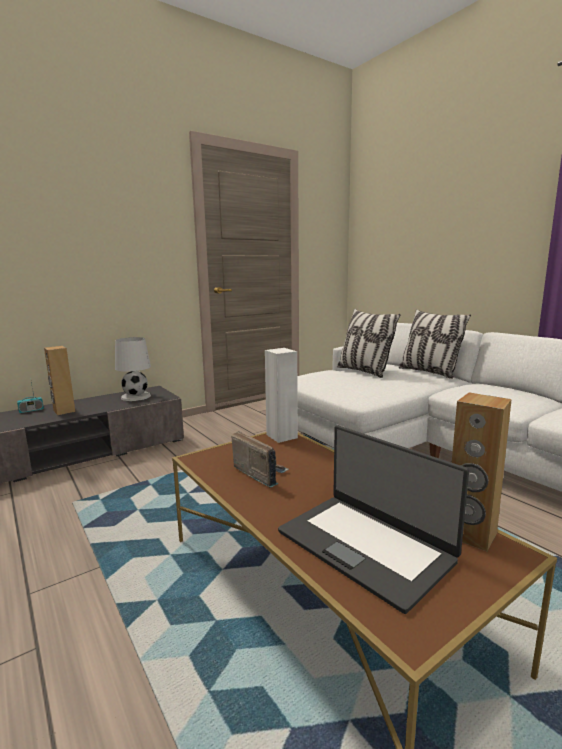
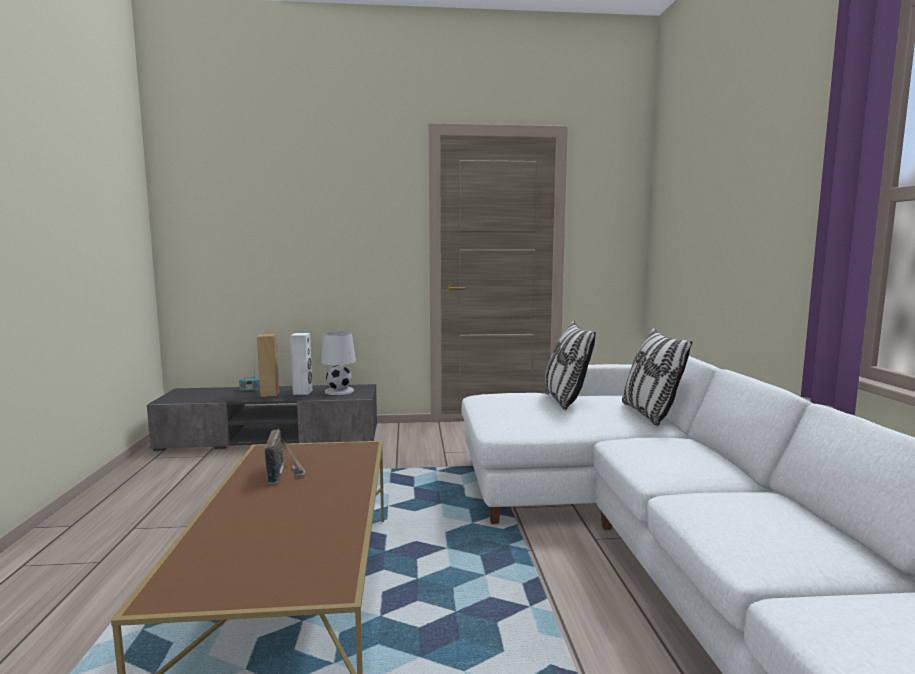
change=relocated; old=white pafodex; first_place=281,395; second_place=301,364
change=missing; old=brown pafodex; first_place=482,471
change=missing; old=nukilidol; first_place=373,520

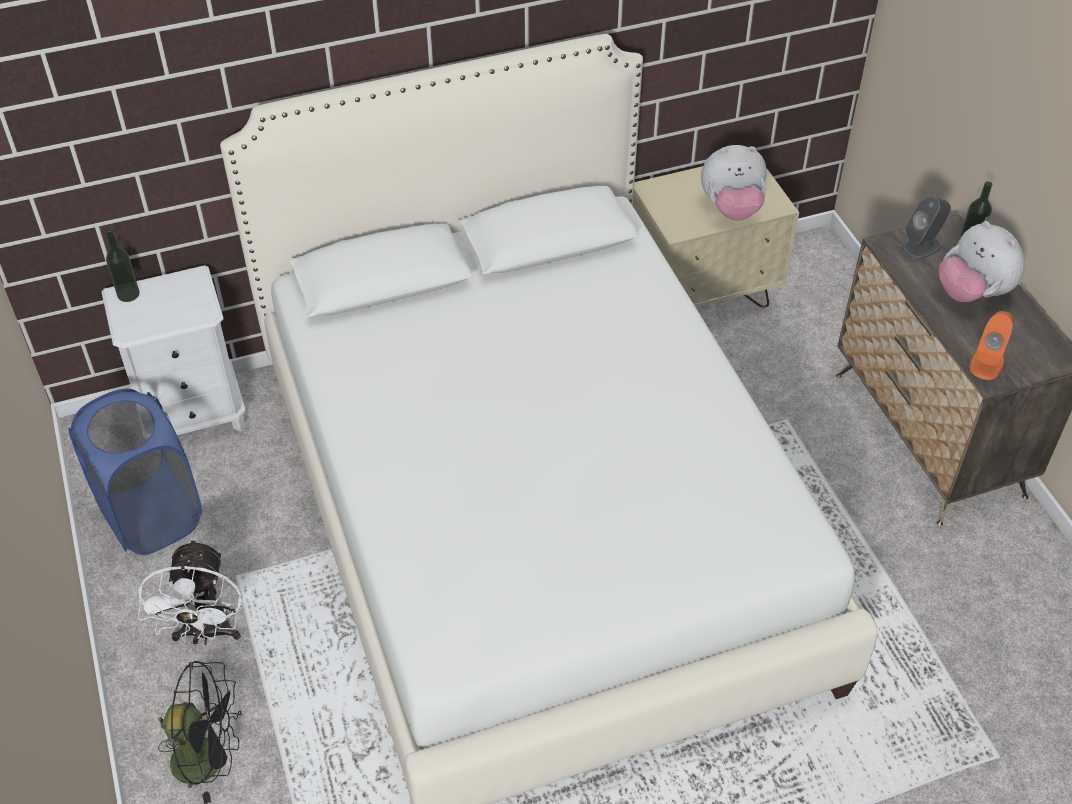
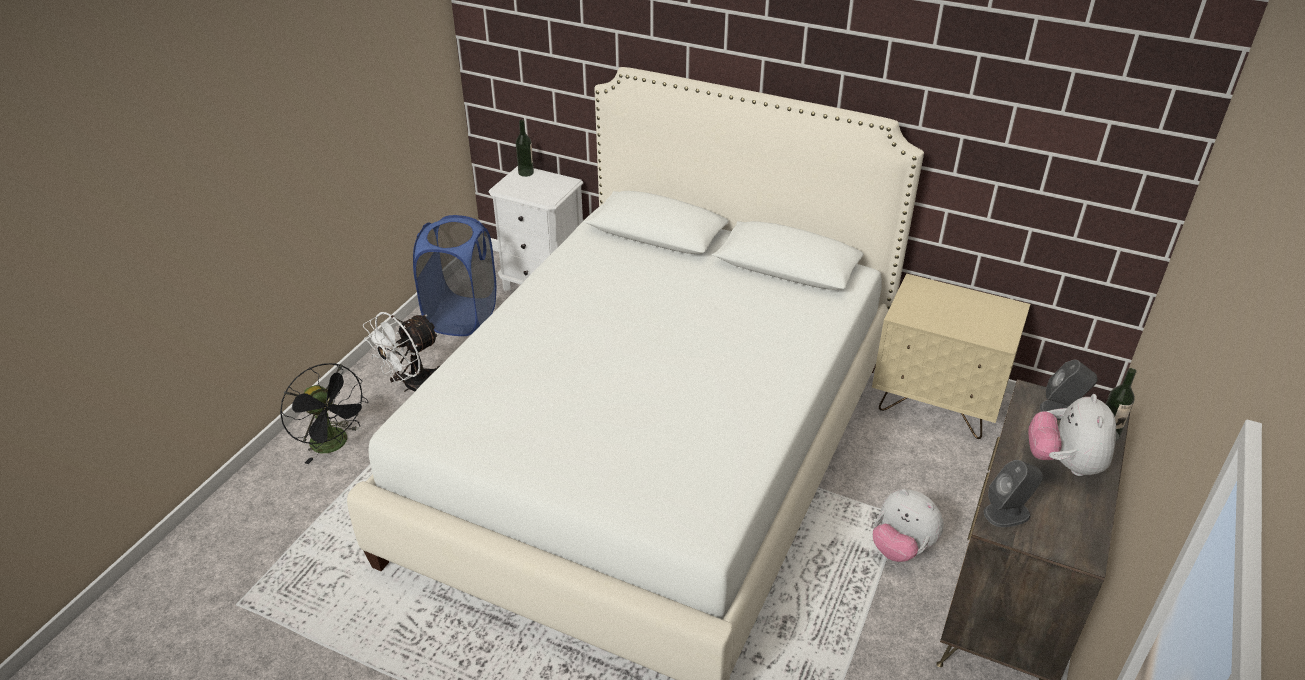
change=relocated; old=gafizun; first_place=734,183; second_place=908,525
change=colour; old=orange pafodex; new=grey pafodex; first_place=992,345; second_place=1013,493

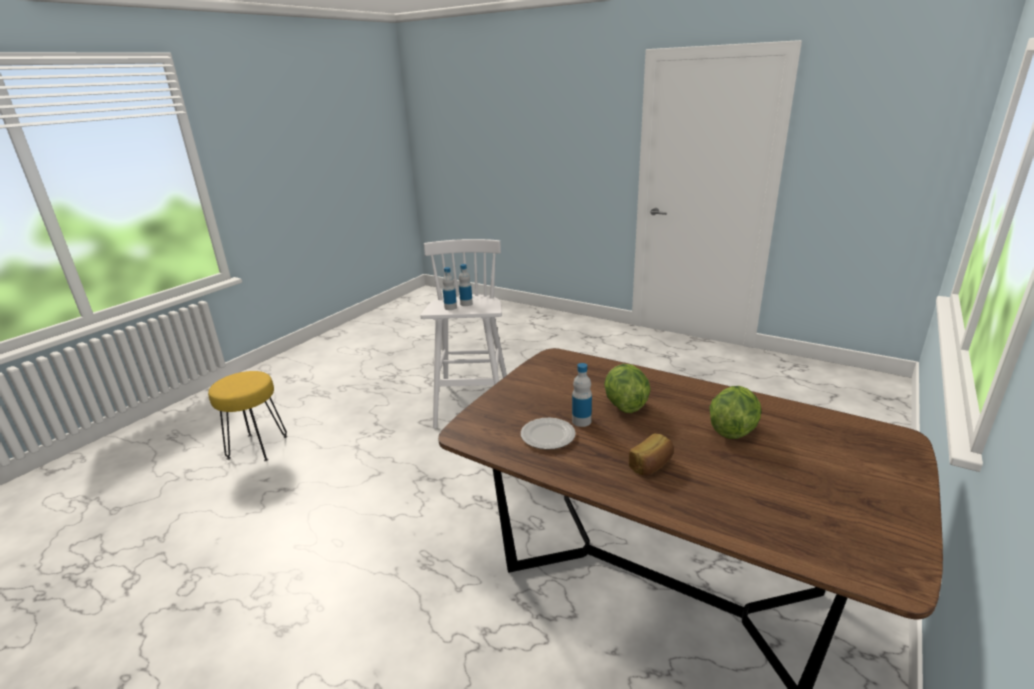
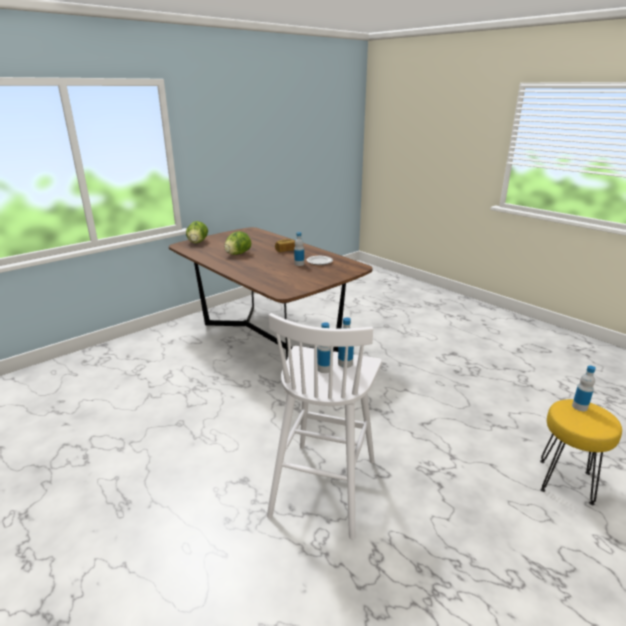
change=relocated; old=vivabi; first_place=627,388; second_place=197,232
change=appeared; new=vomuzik; second_place=584,388

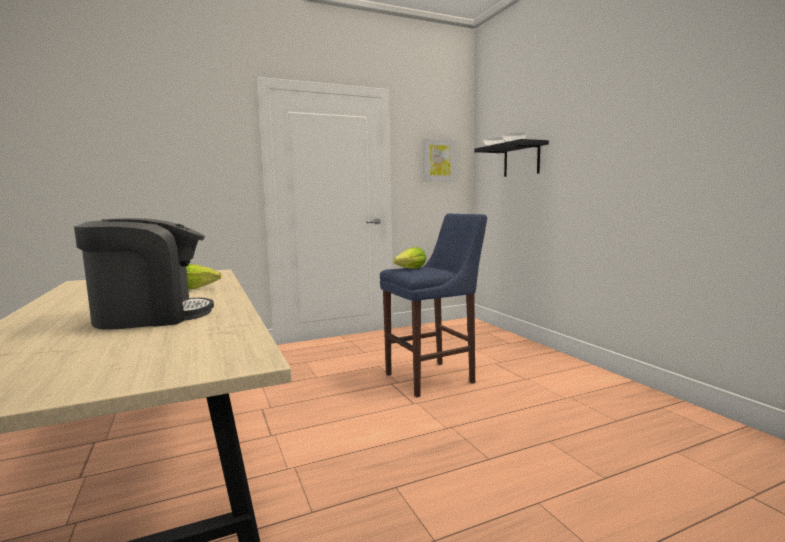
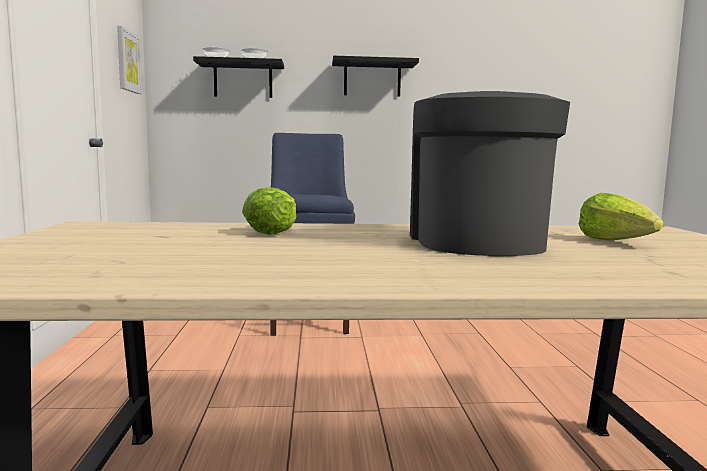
change=relocated; old=vivabi; first_place=409,258; second_place=621,217
change=appeared; new=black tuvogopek; second_place=375,76

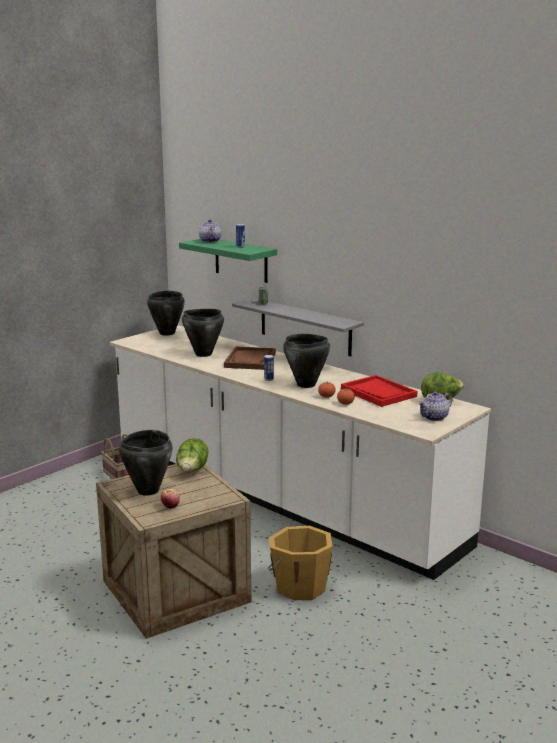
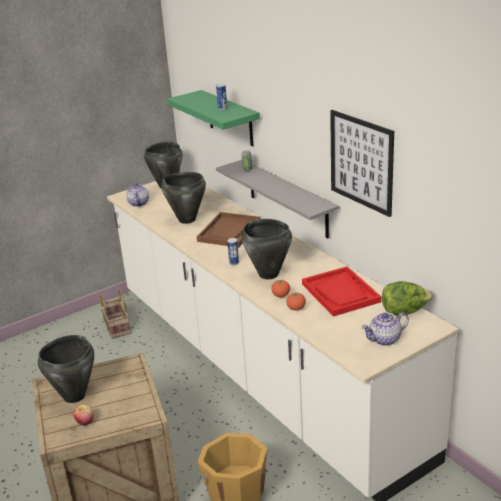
change=relocated; old=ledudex; first_place=210,231; second_place=137,194
change=missing; old=vivabi; first_place=192,455
change=appeared; new=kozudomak; second_place=362,163

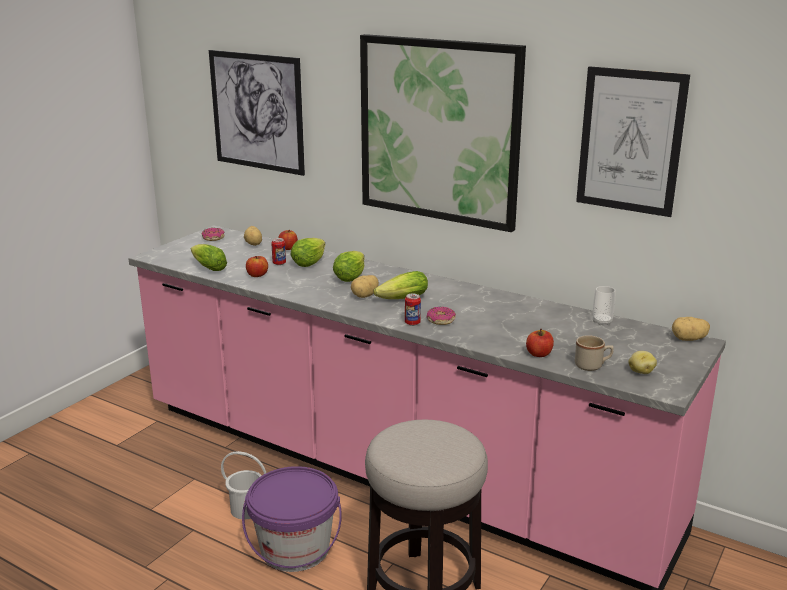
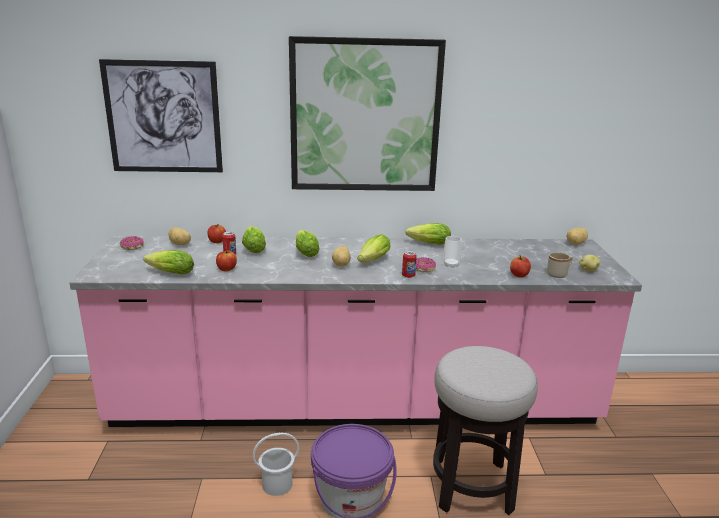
change=missing; old=kozudomak; first_place=633,141
change=relocated; old=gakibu; first_place=604,305; second_place=453,252
change=appeared; new=vivabi; second_place=428,234

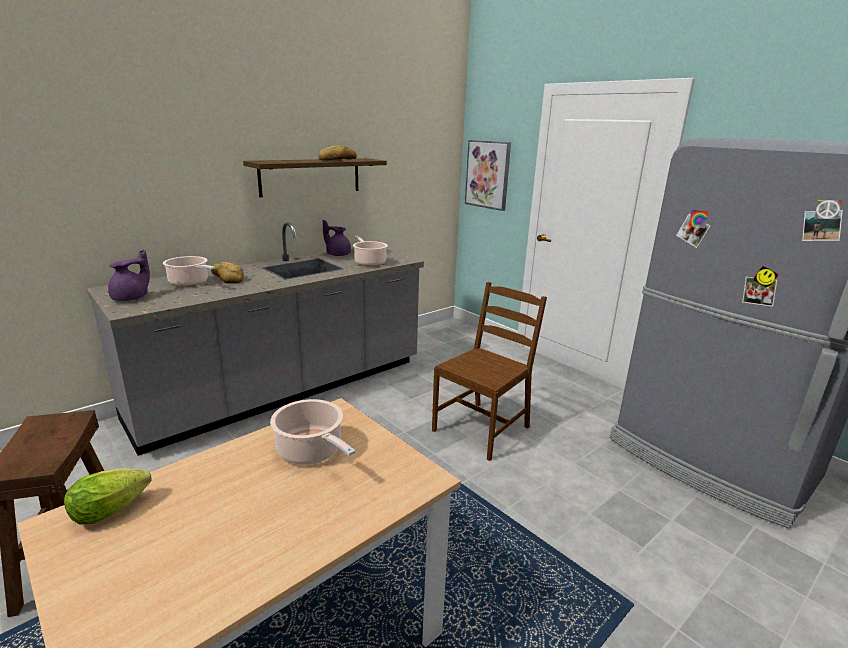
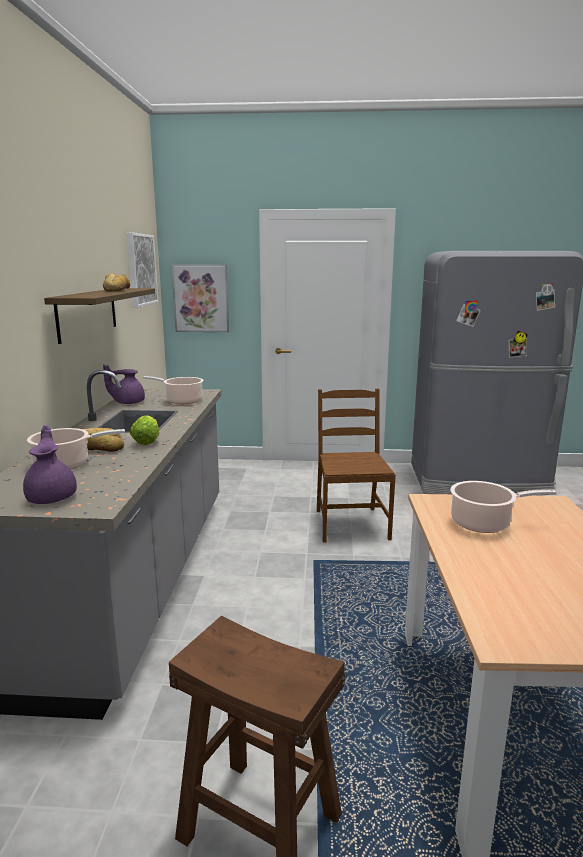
change=relocated; old=vivabi; first_place=108,496; second_place=144,430
change=appeared; new=kozudomak; second_place=142,270

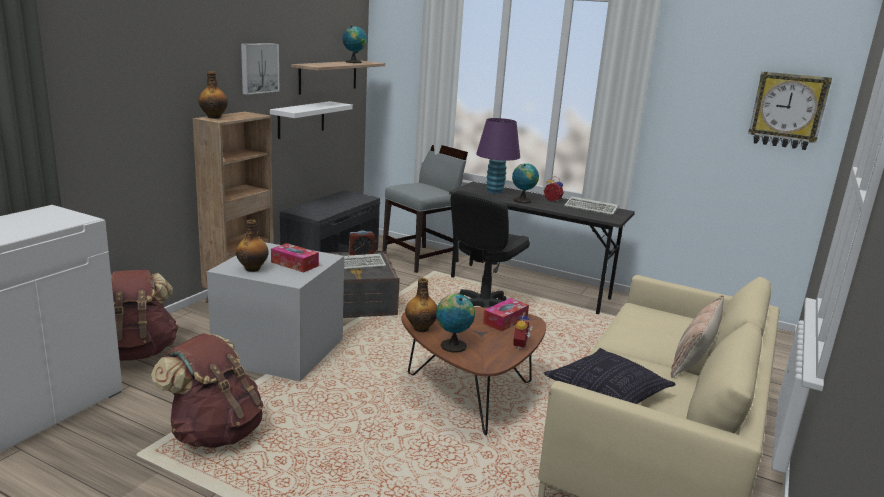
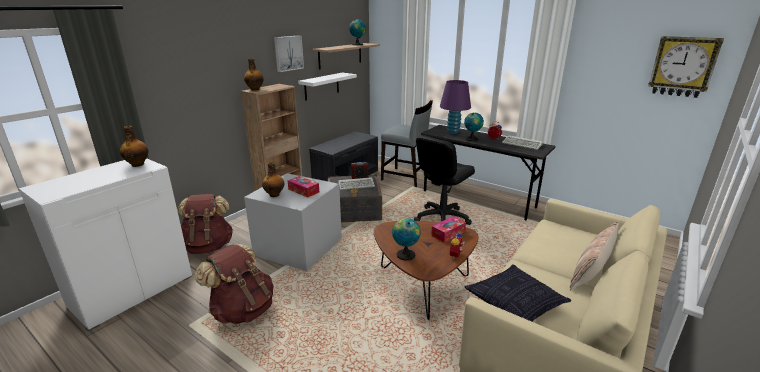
change=spun; old=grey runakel; first_place=425,209; second_place=407,143; degrees=60
change=relocated; old=vomuzik; first_place=421,305; second_place=134,146

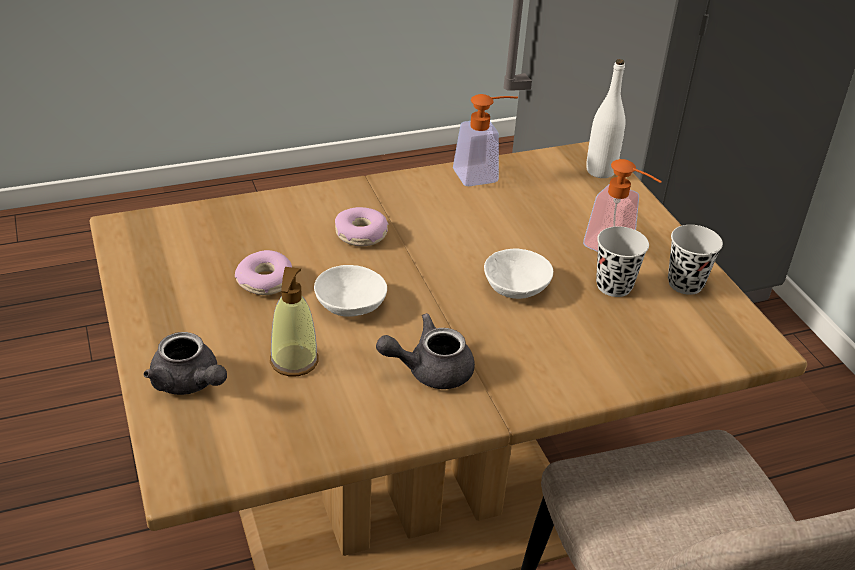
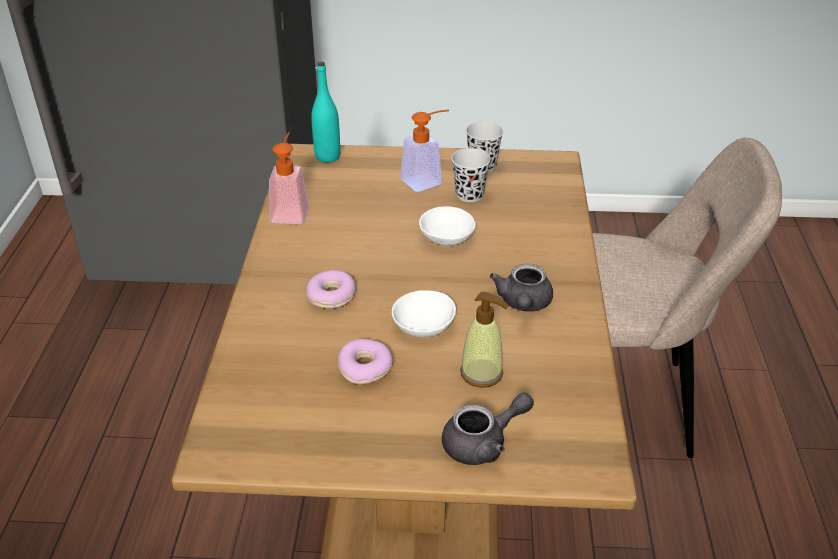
change=colour; old=white vomuzik; new=turquoise vomuzik; first_place=605,118; second_place=325,112

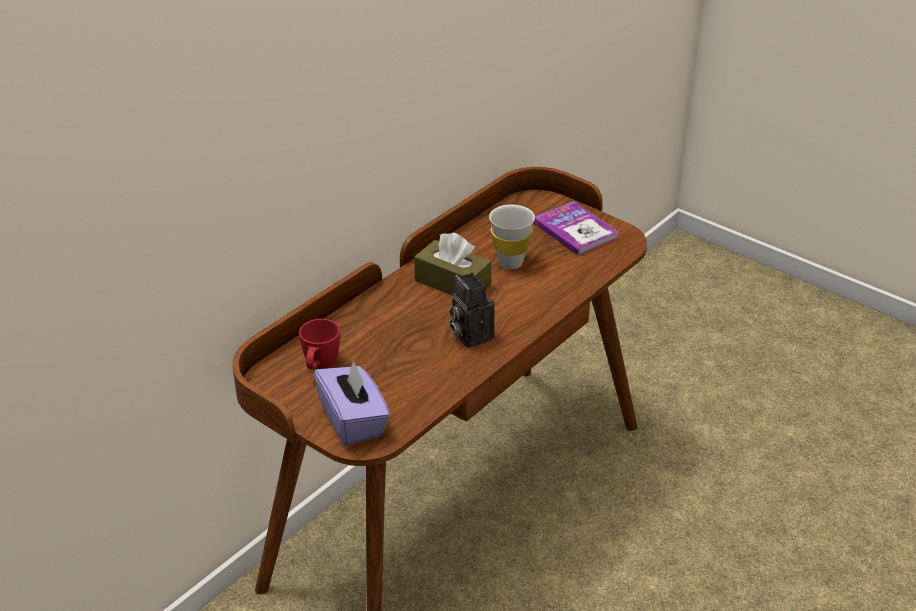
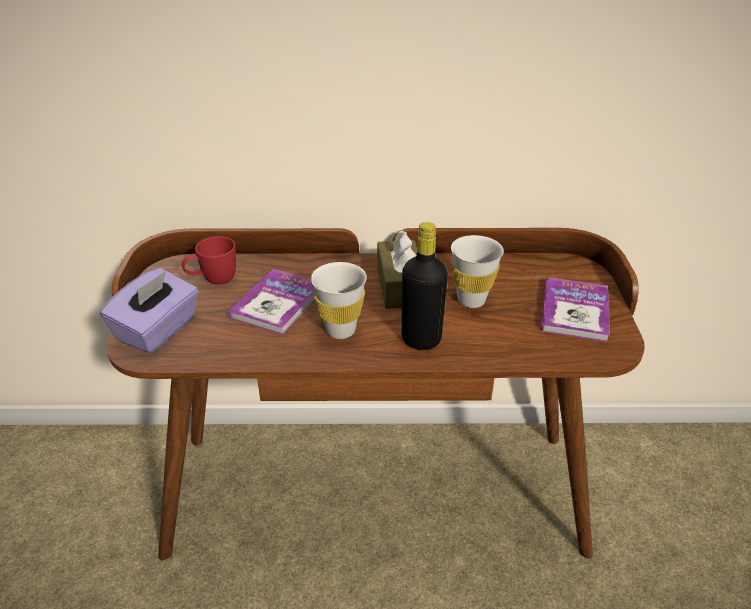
change=exchanged; old=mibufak; new=white gakibu; first_place=472,310; second_place=339,300
change=appeared; new=black vomuzik; second_place=425,286
change=appeared; new=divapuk; second_place=271,302

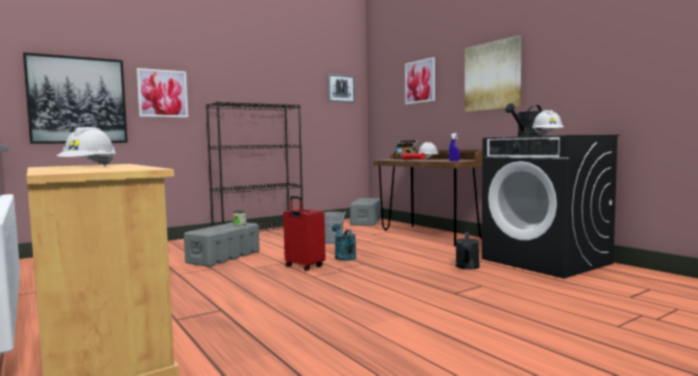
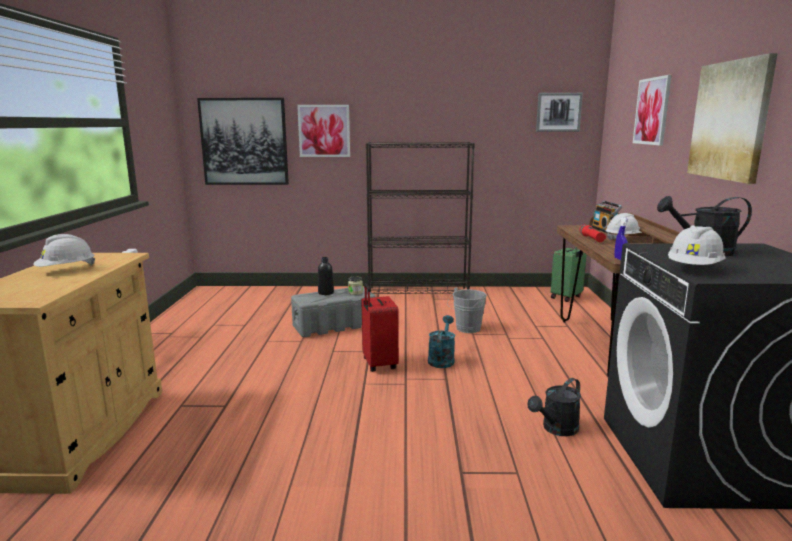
change=exchanged; old=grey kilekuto; new=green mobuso; first_place=365,212; second_place=568,274
change=appeared; new=black vomuzik; second_place=326,276

